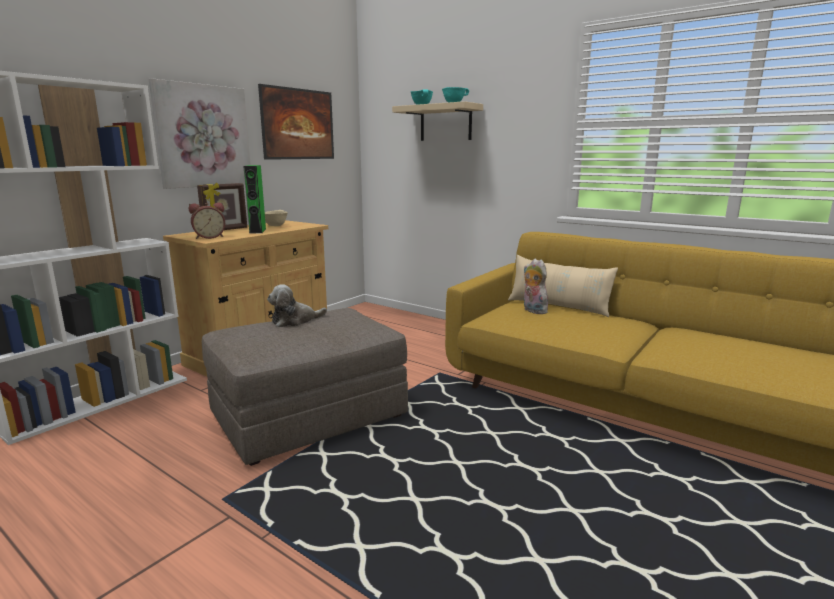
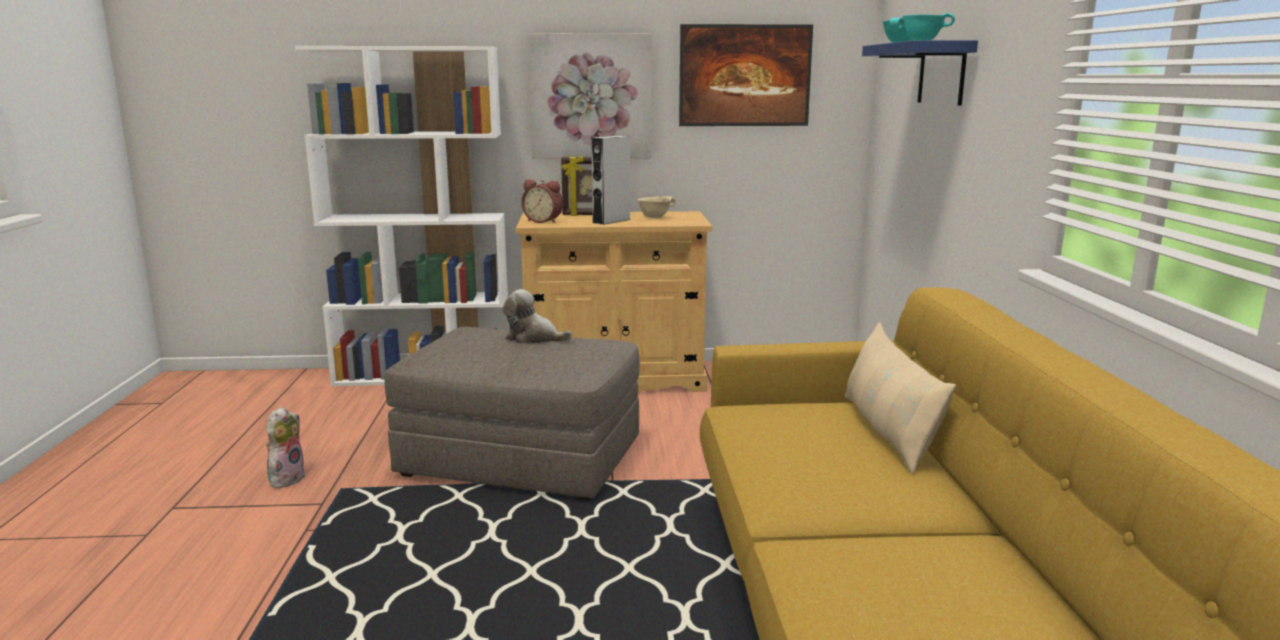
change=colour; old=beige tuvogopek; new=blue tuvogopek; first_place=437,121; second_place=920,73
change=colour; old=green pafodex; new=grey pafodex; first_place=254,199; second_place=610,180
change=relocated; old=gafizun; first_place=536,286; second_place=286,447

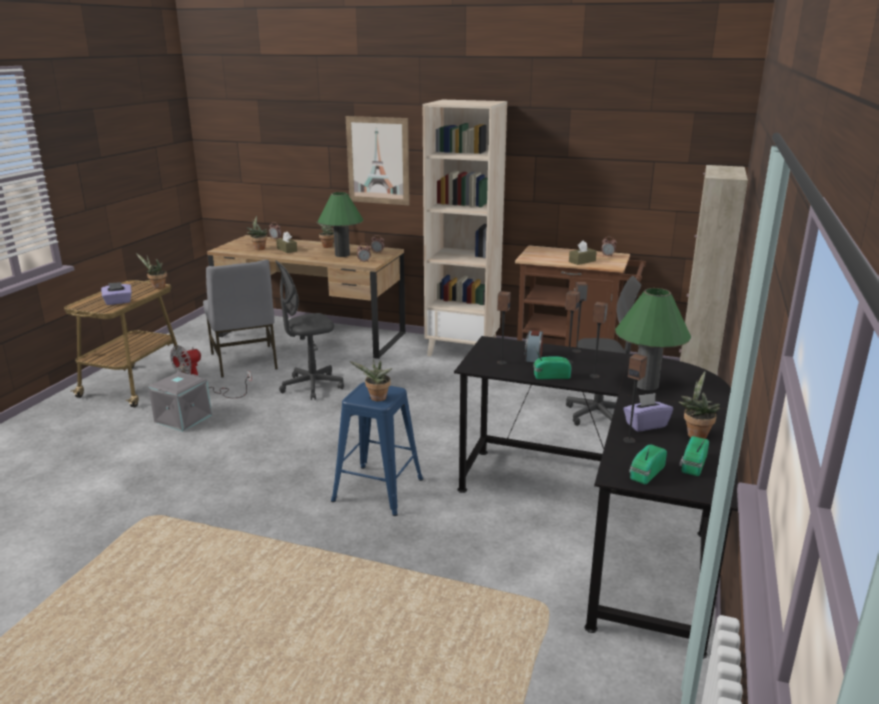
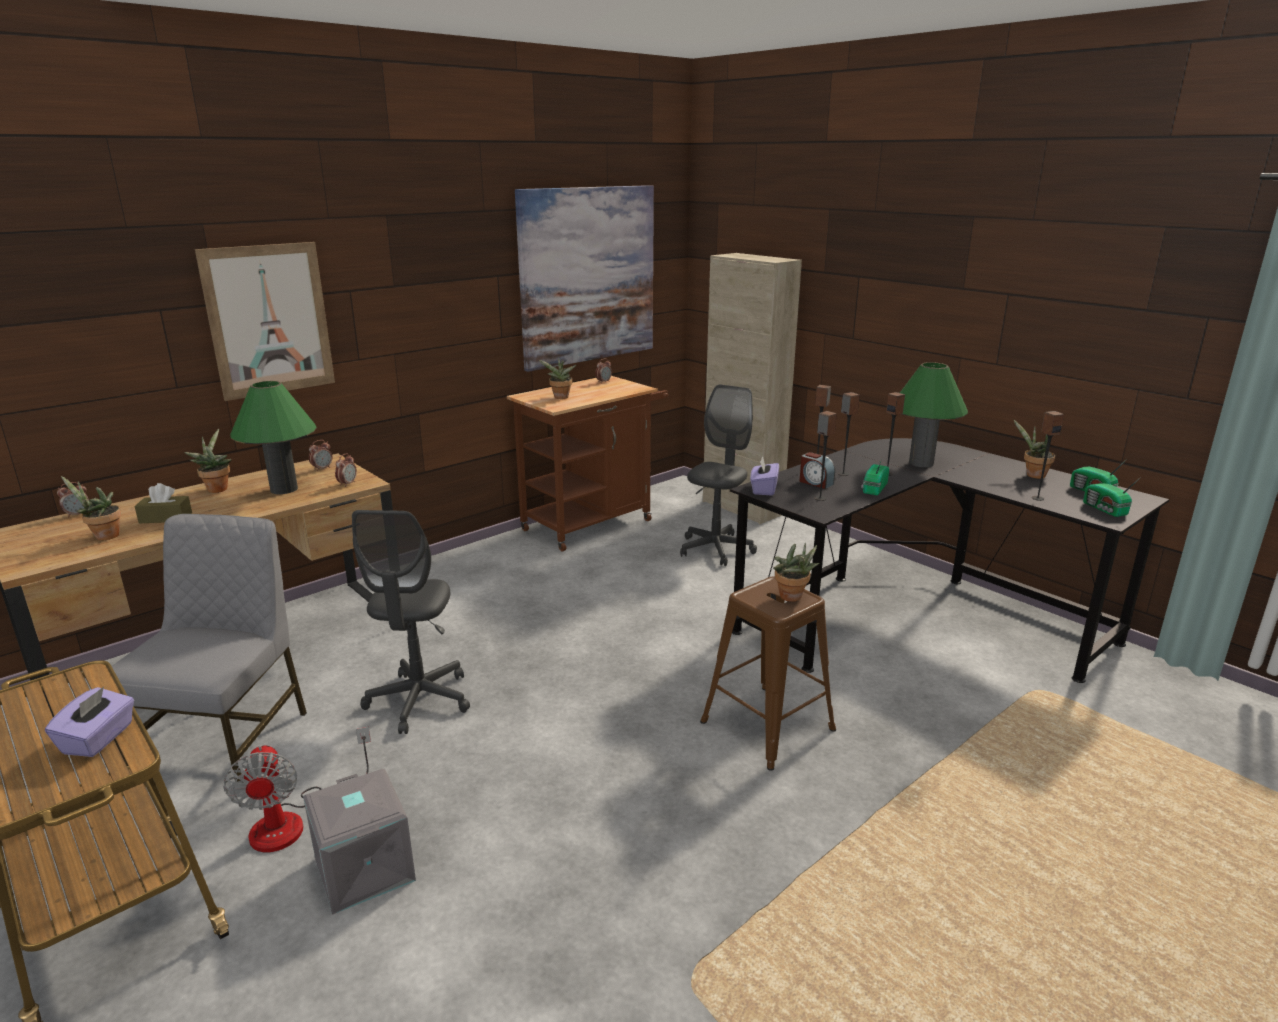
change=missing; old=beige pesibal; first_place=465,228
change=missing; old=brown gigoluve; first_place=583,252
change=relocated; old=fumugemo; first_place=151,271; second_place=557,378
change=spun; old=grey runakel; first_place=240,319; second_place=209,648; degrees=-90
change=colour; old=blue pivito; new=brown pivito; first_place=377,449; second_place=768,673
change=relocated; old=purple gigoluve; first_place=648,412; second_place=764,476
change=appeared; new=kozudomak; second_place=584,278

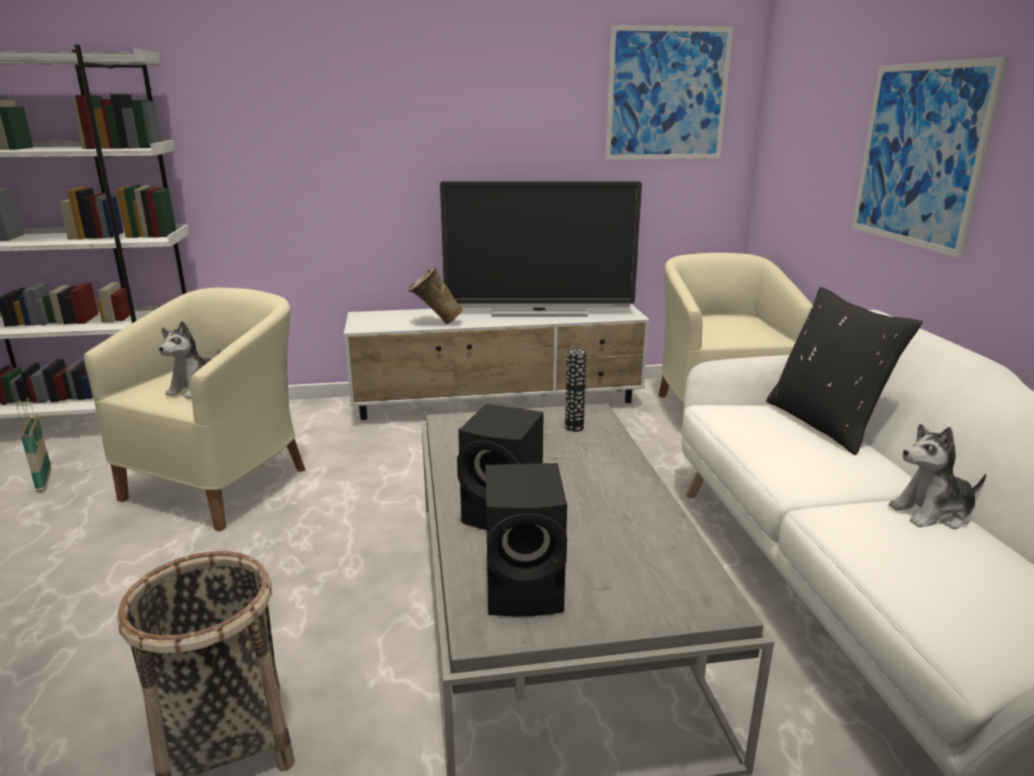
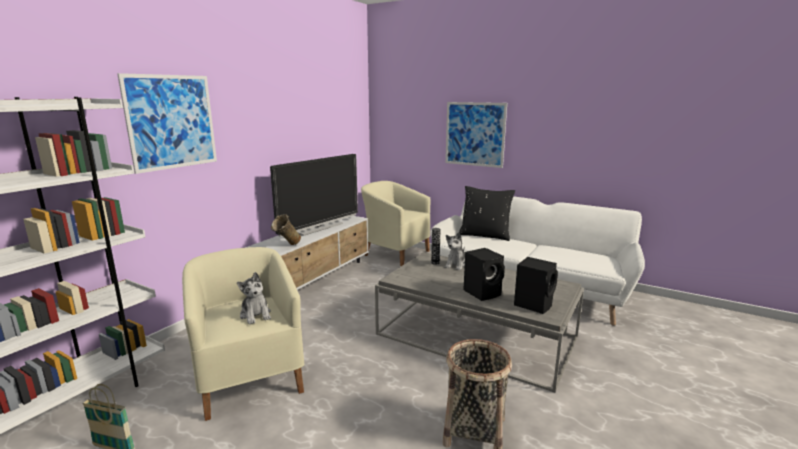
change=relocated; old=kozudomak; first_place=669,92; second_place=167,123
change=relocated; old=gafizun; first_place=937,476; second_place=455,251

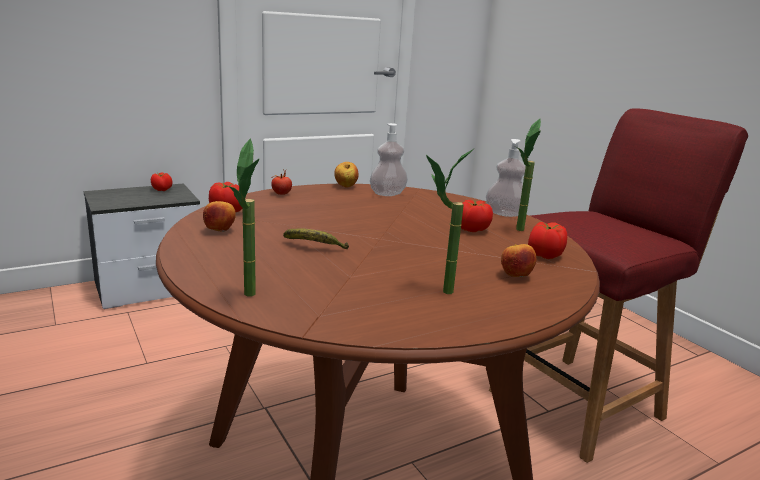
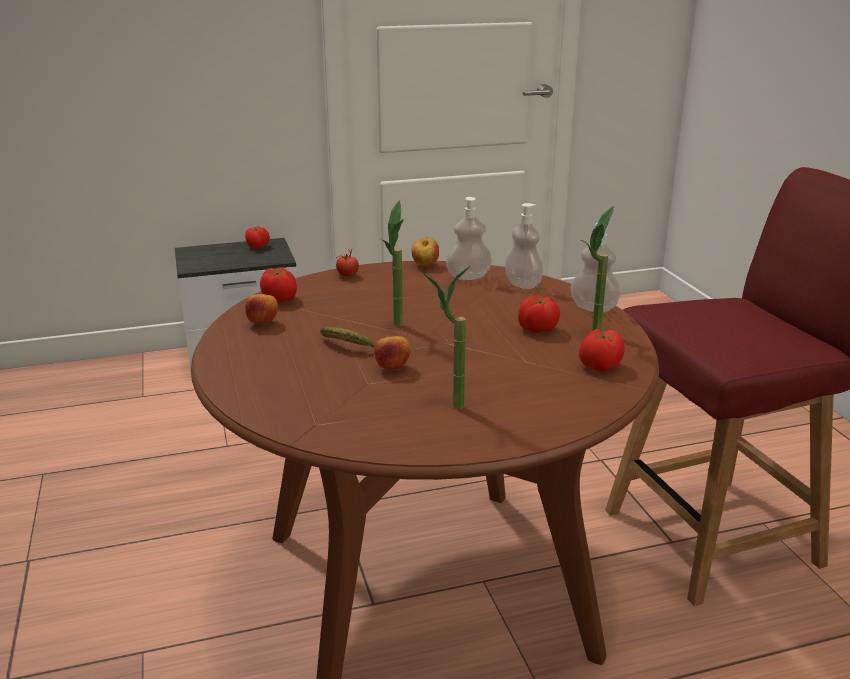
change=relocated; old=fumugemo; first_place=242,217; second_place=390,263
change=relocated; old=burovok; first_place=518,260; second_place=392,352
change=appeared; new=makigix; second_place=523,246

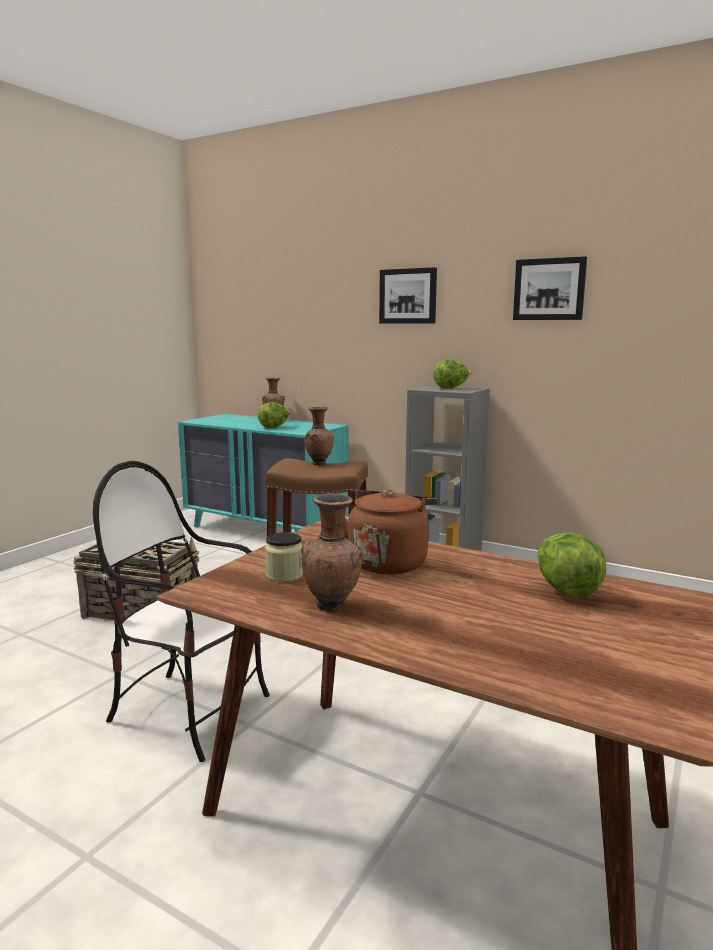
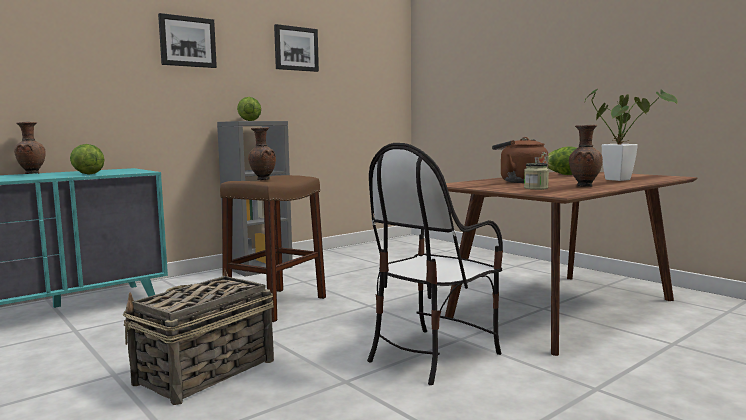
change=appeared; new=fumugemo; second_place=631,135

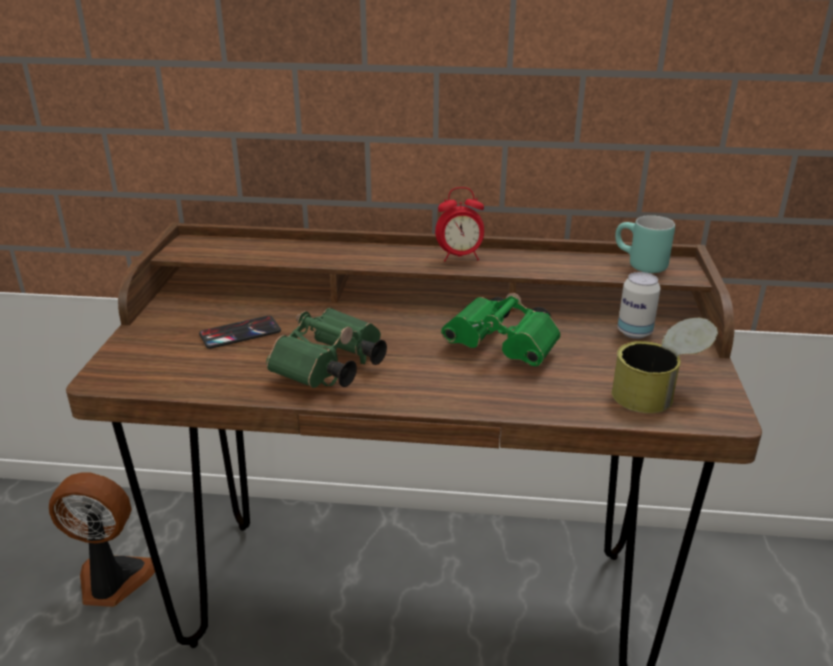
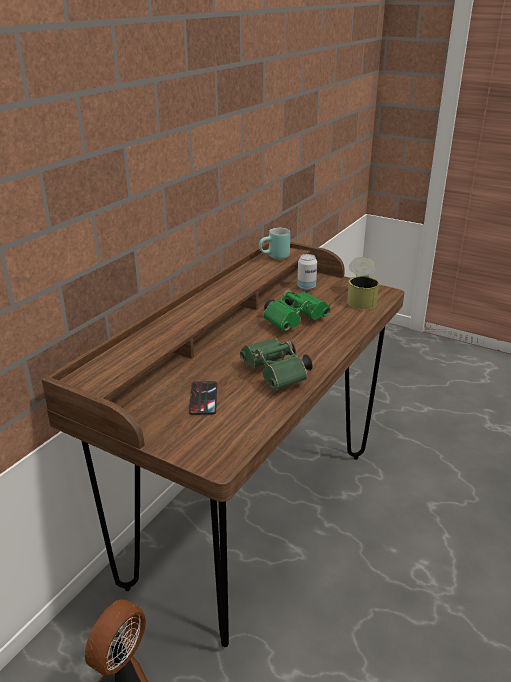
change=missing; old=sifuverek; first_place=459,224

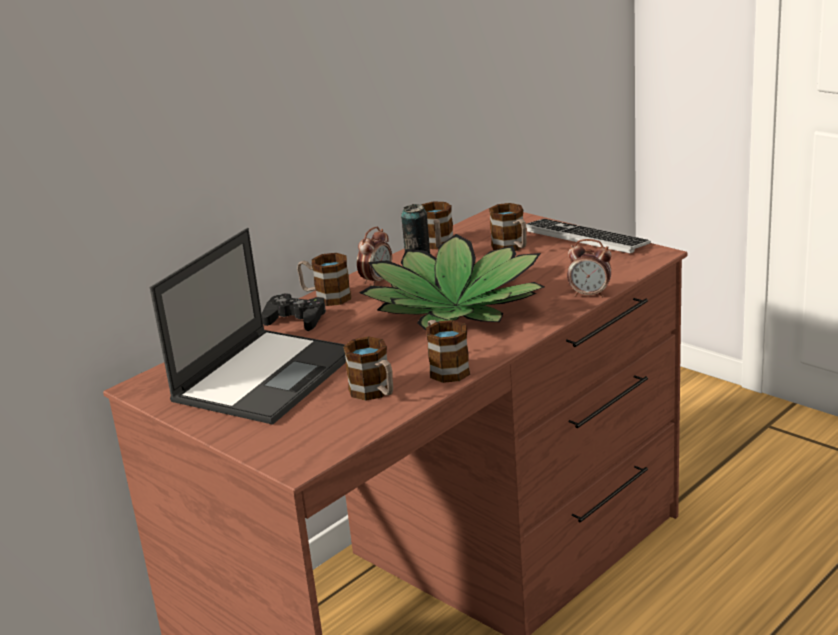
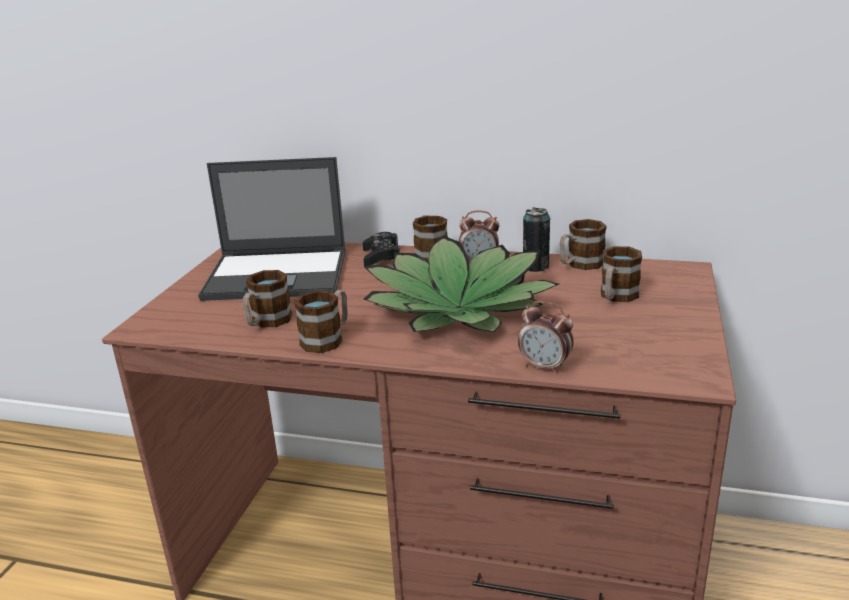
change=missing; old=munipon; first_place=588,236
change=spun; old=sifuverek; first_place=589,268; second_place=546,337; degrees=-45

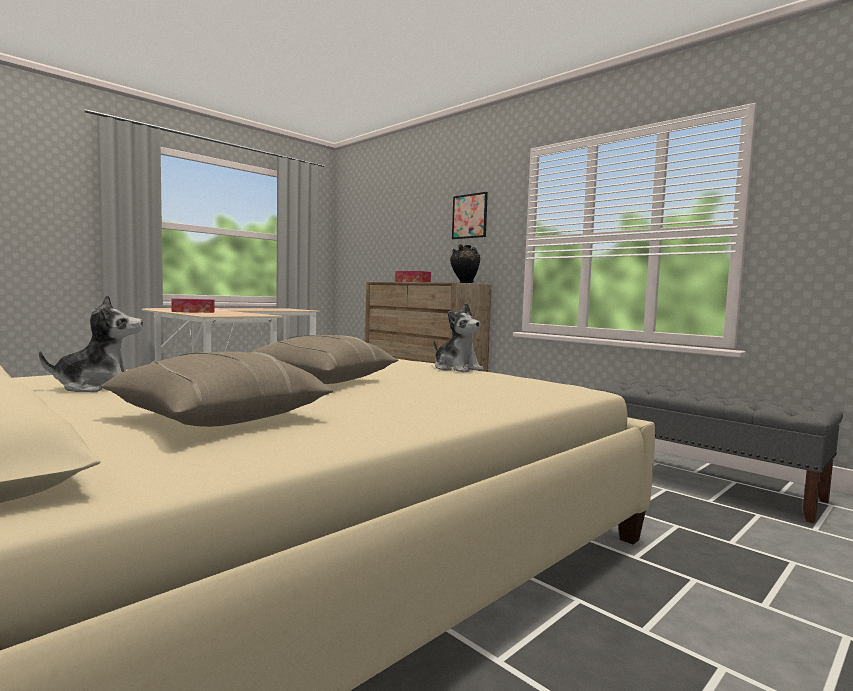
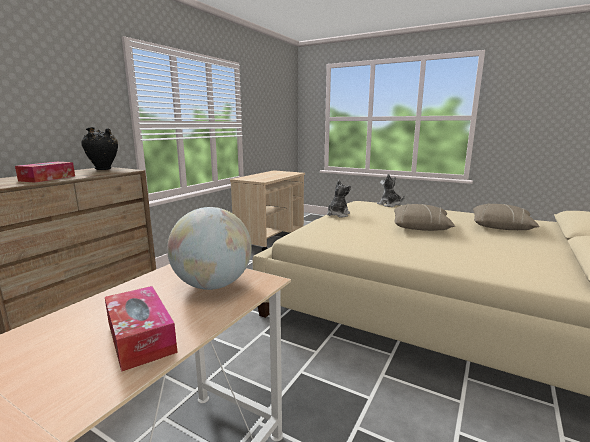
change=missing; old=kozudomak; first_place=470,215
change=relocated; old=gafizun; first_place=91,343; second_place=391,190
change=exchanged; old=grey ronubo; new=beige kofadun; first_place=720,451; second_place=267,210
change=appeared; new=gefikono; second_place=209,248

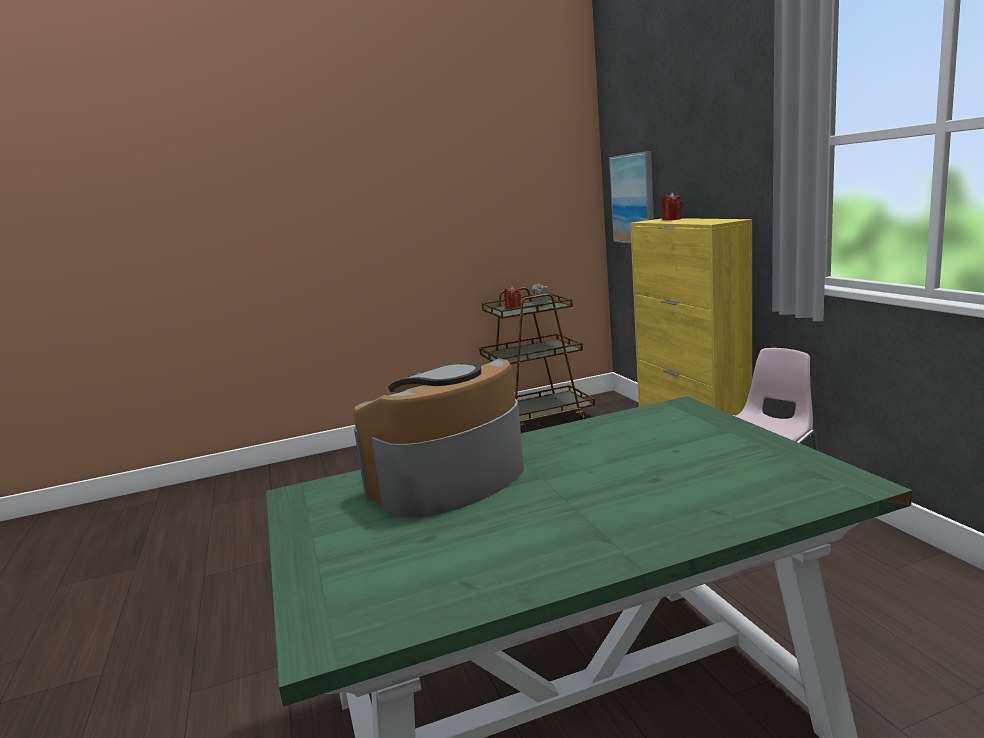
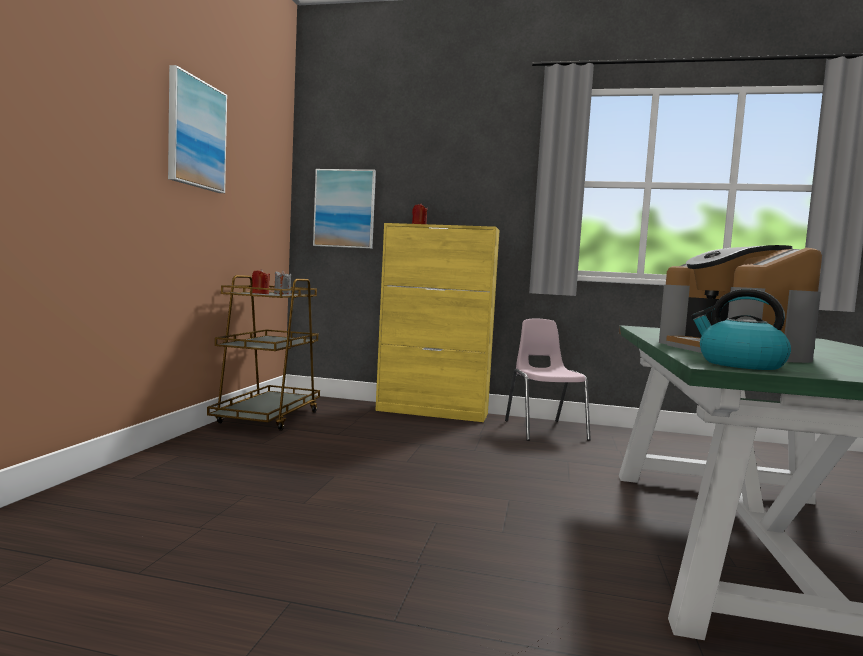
change=appeared; new=kozudomak; second_place=197,129
change=appeared; new=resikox; second_place=741,329

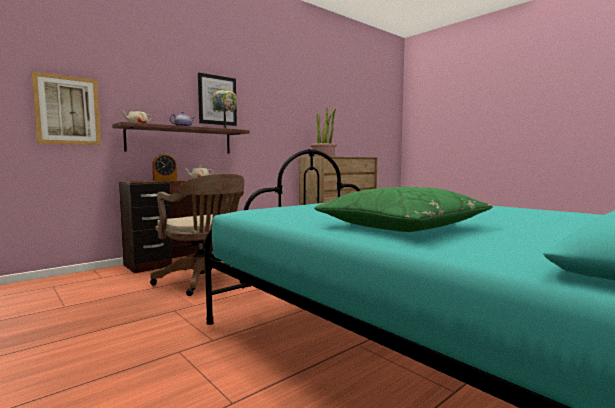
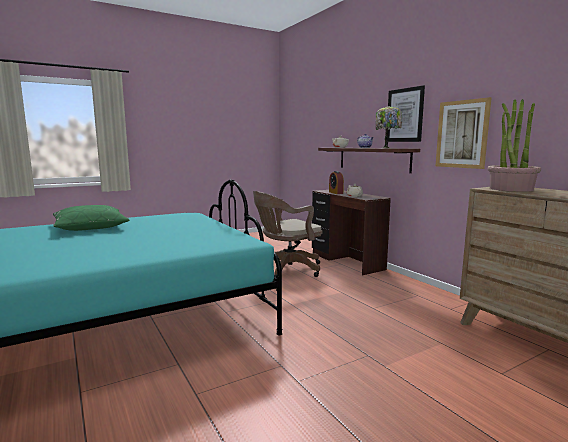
change=relocated; old=kozudomak; first_place=66,108; second_place=464,133

